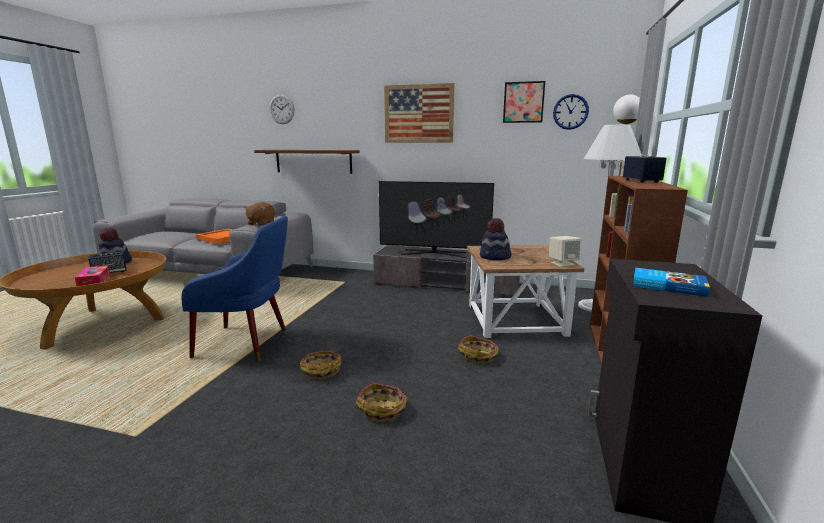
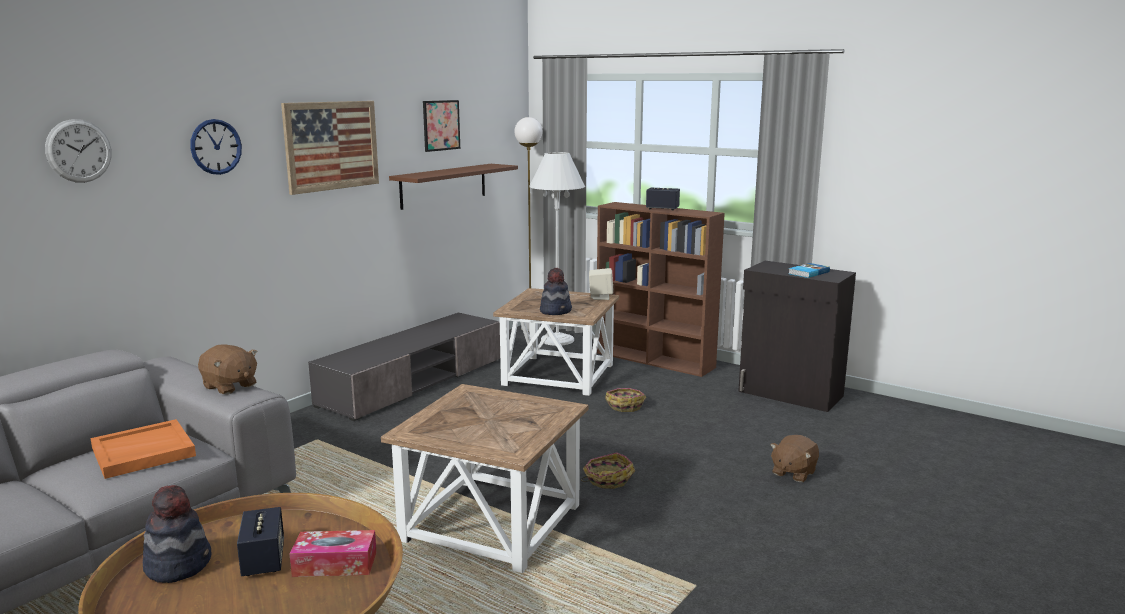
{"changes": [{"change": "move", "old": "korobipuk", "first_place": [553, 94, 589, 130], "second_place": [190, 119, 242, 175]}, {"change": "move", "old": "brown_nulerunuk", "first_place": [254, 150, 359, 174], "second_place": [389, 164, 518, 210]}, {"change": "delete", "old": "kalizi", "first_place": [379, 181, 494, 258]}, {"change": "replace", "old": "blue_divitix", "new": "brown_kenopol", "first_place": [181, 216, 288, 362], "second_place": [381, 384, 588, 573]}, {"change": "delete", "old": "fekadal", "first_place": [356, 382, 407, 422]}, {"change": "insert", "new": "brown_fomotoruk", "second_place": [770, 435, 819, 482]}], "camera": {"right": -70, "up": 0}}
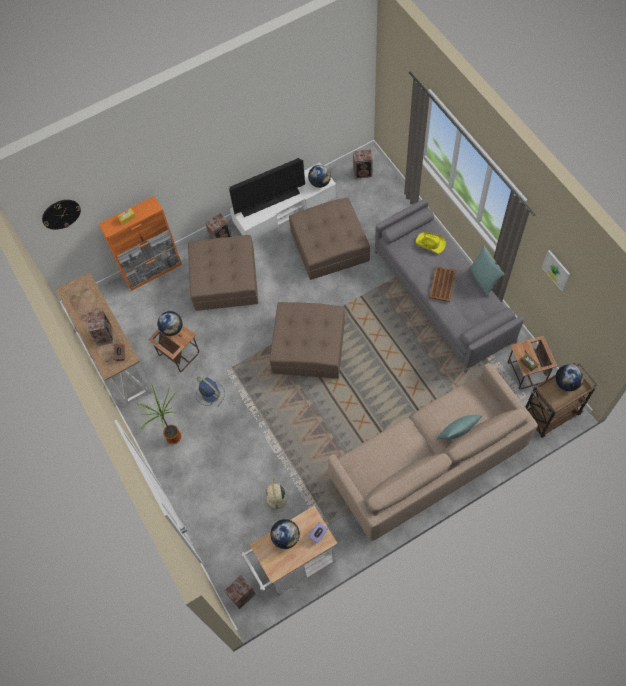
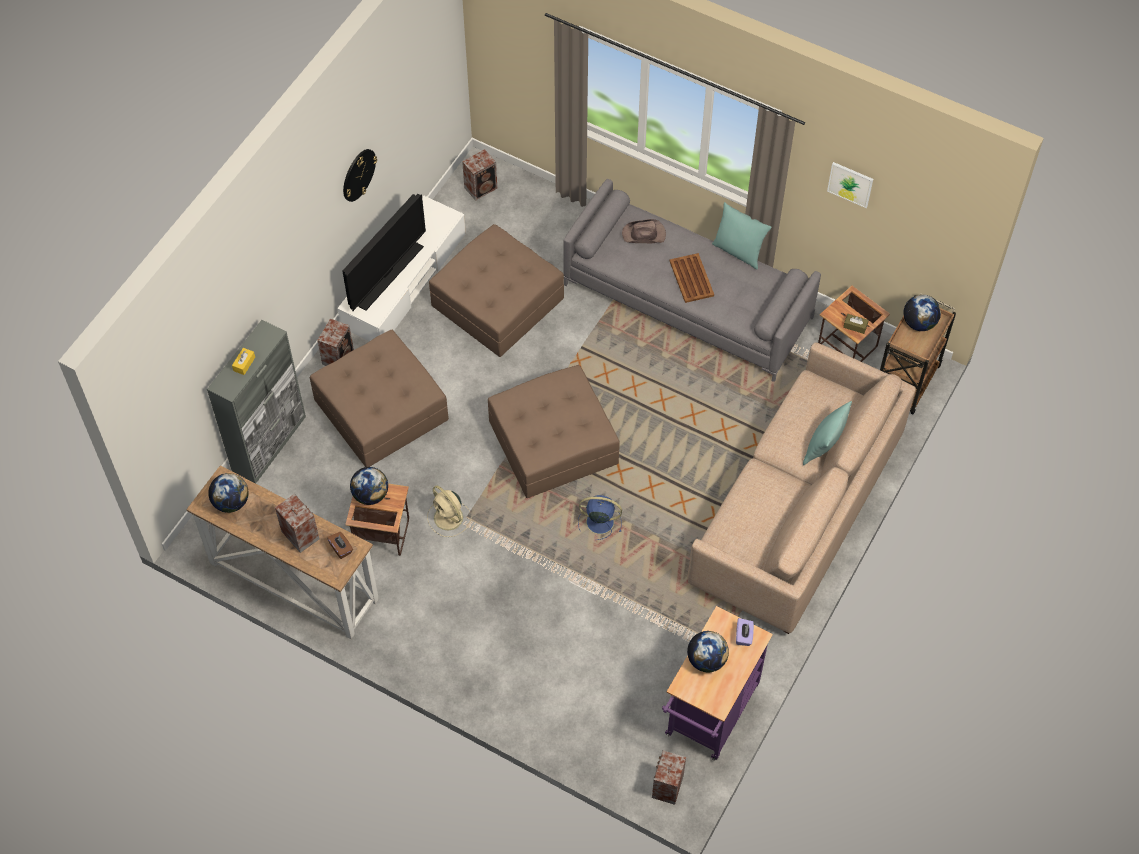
{"changes": [{"change": "move", "old": "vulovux", "first_place": [308, 165, 331, 188], "second_place": [208, 473, 249, 513]}, {"change": "recolor", "old": "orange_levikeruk", "new": "grey_levikeruk", "first_place": [99, 196, 182, 291], "second_place": [207, 320, 306, 483]}, {"change": "move", "old": "korobipuk", "first_place": [42, 200, 81, 230], "second_place": [343, 149, 377, 202]}, {"change": "recolor", "old": "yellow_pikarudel", "new": "brown_pikarudel", "first_place": [416, 232, 446, 253], "second_place": [622, 219, 666, 244]}, {"change": "move", "old": "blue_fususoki", "first_place": [196, 377, 225, 407], "second_place": [578, 495, 622, 540]}, {"change": "delete", "old": "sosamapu", "first_place": [136, 385, 181, 444]}, {"change": "move", "old": "beige_fususoki", "first_place": [262, 478, 292, 514], "second_place": [427, 486, 472, 537]}, {"change": "recolor", "old": "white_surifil", "new": "purple_surifil", "first_place": [241, 506, 338, 596], "second_place": [662, 606, 773, 760]}], "camera": {"right": -35, "up": -5}}
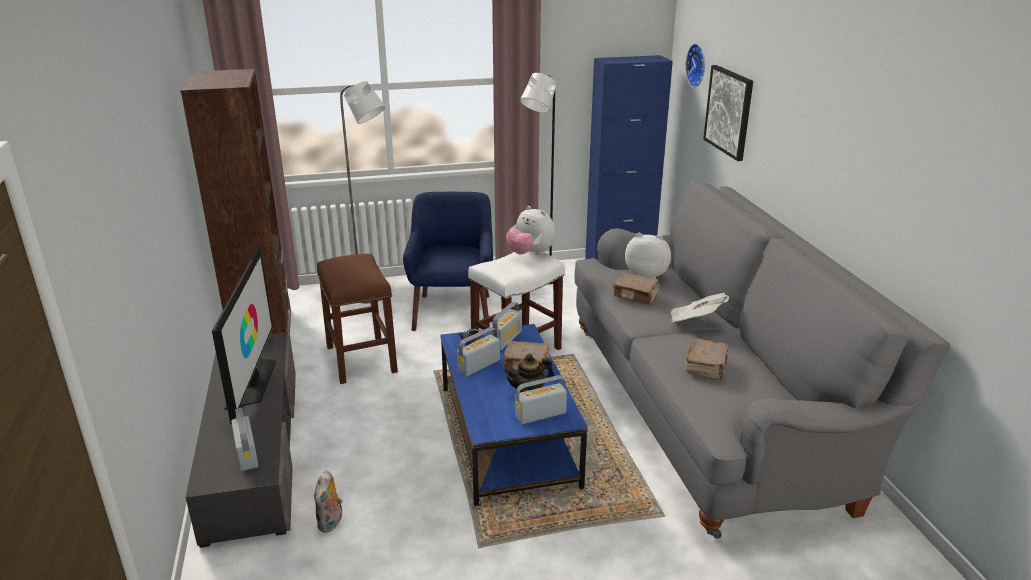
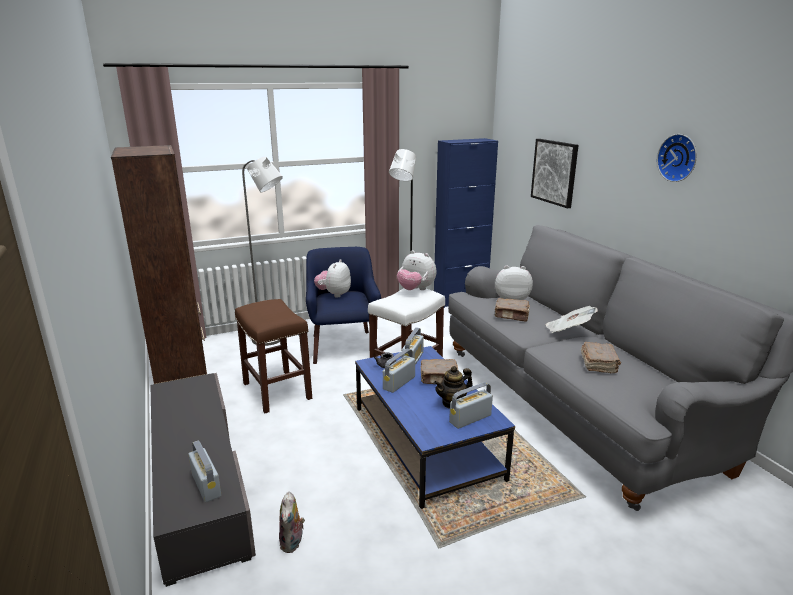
{"changes": [{"change": "move", "old": "korobipuk", "first_place": [685, 43, 705, 88], "second_place": [657, 134, 697, 182]}, {"change": "delete", "old": "kalizi", "first_place": [212, 247, 276, 424]}, {"change": "insert", "new": "fomotoruk", "second_place": [314, 259, 351, 298]}], "camera": {"right": -10, "up": -5}}
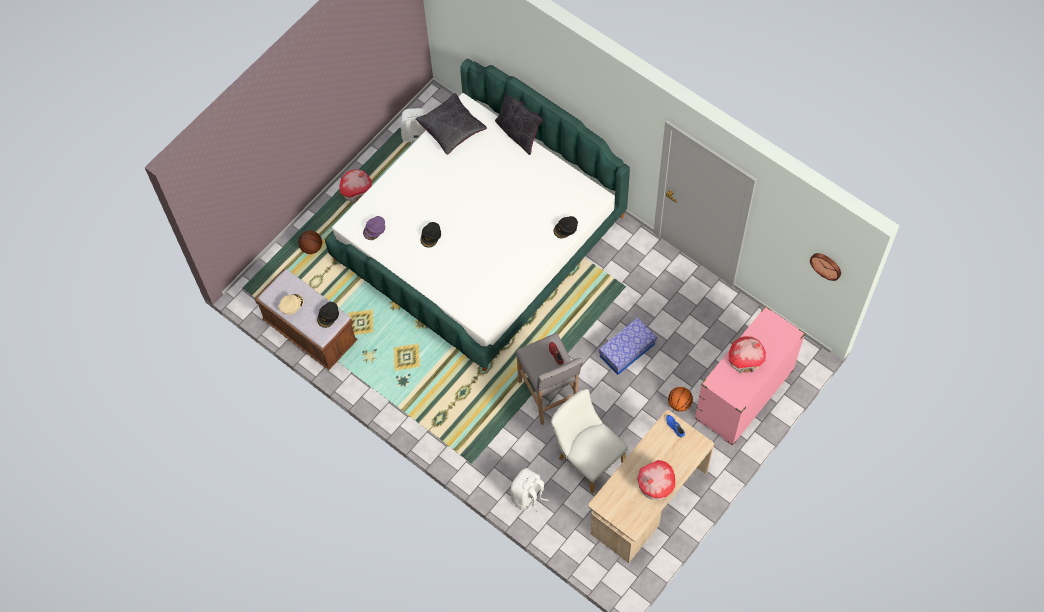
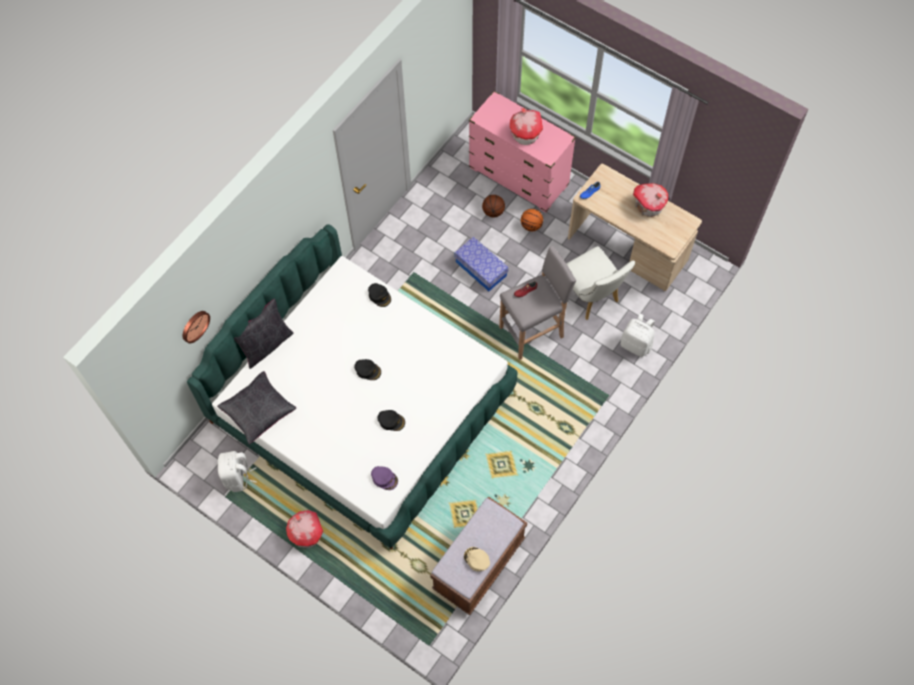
{"changes": [{"change": "move", "old": "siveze", "first_place": [298, 230, 322, 254], "second_place": [482, 195, 505, 217]}, {"change": "move", "old": "korobipuk", "first_place": [810, 253, 841, 281], "second_place": [182, 311, 210, 343]}, {"change": "move", "old": "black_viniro", "first_place": [317, 302, 339, 328], "second_place": [354, 359, 381, 380]}, {"change": "rotate", "old": "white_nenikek", "first_place": [551, 389, 628, 493], "second_place": [566, 246, 635, 320], "degrees": -75}], "camera": {"right": -95, "up": 0}}
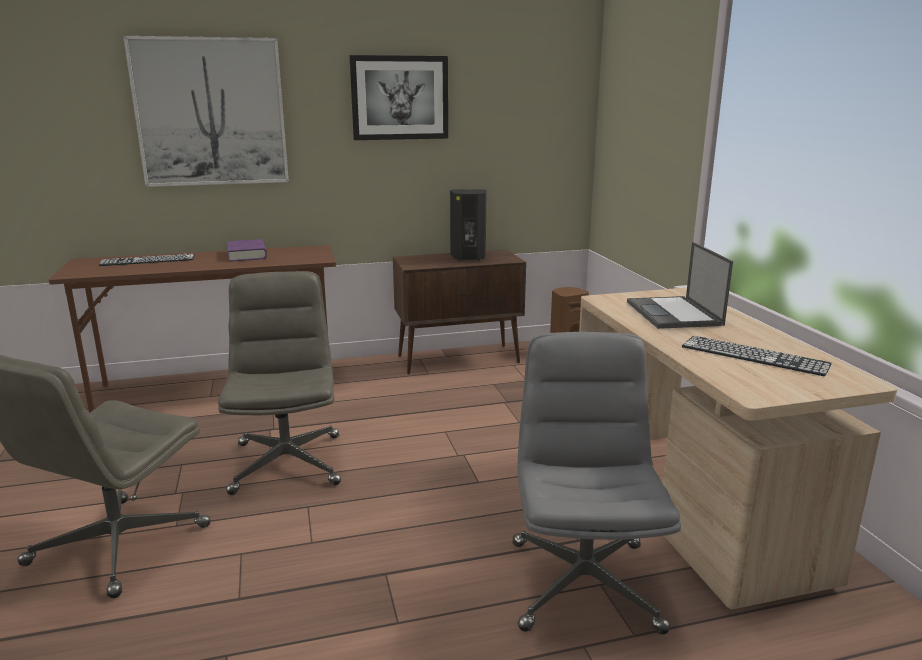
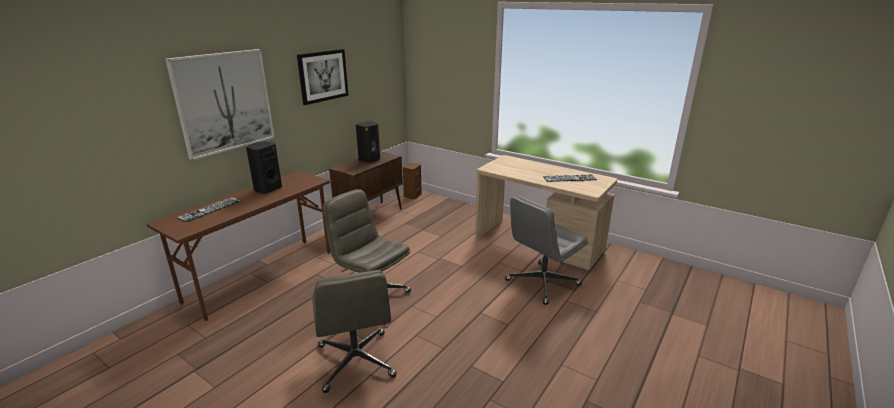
{"changes": [{"change": "replace", "old": "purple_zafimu", "new": "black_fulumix", "first_place": [227, 239, 267, 262], "second_place": [246, 142, 282, 194]}, {"change": "delete", "old": "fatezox", "first_place": [627, 242, 733, 329]}, {"change": "rotate", "old": "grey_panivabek", "first_place": [512, 332, 681, 635], "second_place": [505, 196, 588, 305], "degrees": -90}], "camera": {"right": -40, "up": 5}}
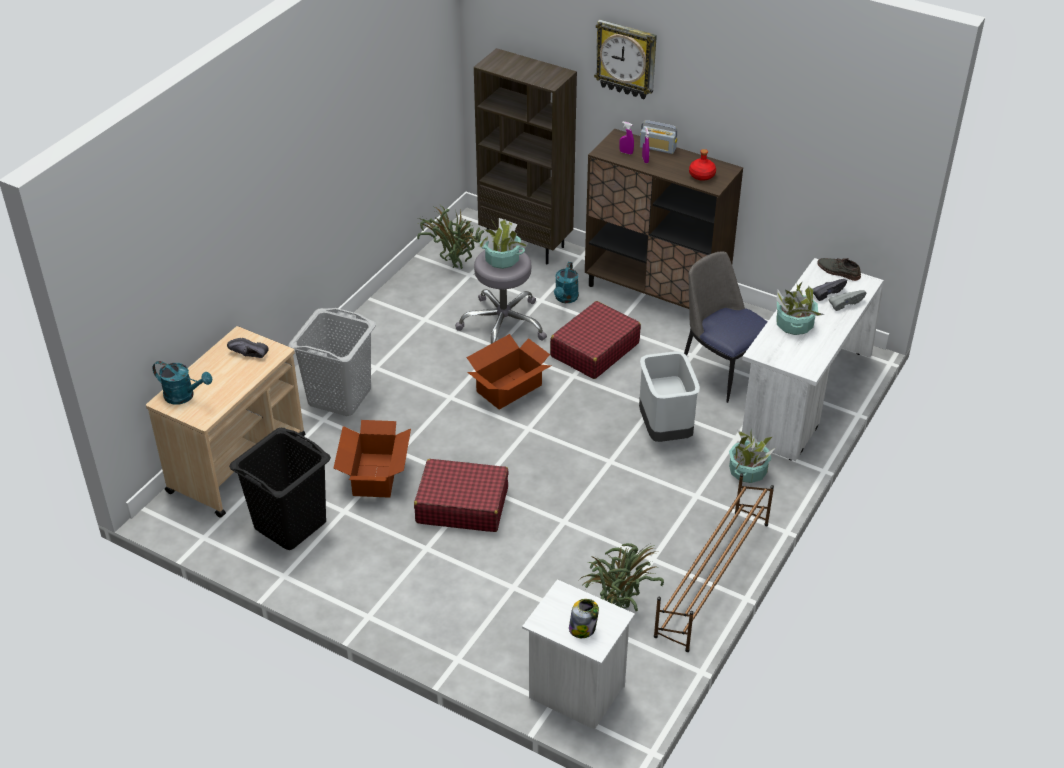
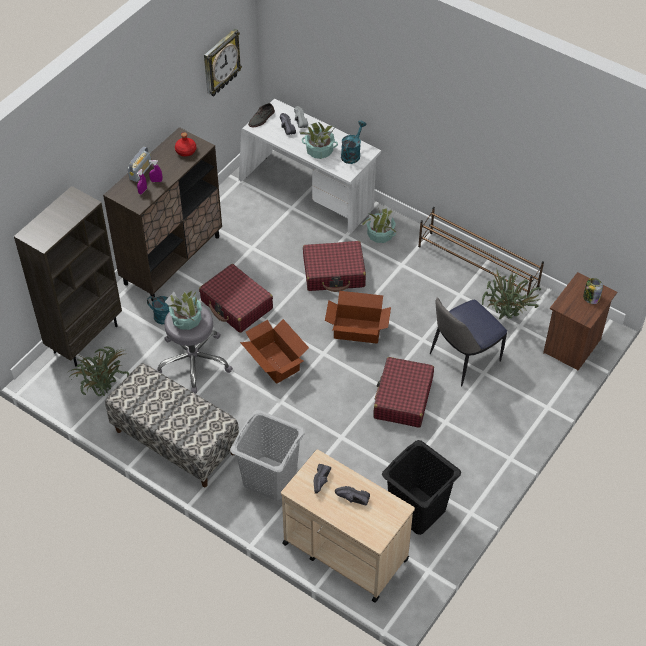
{"changes": [{"change": "move", "old": "korobipuk", "first_place": [594, 20, 657, 99], "second_place": [204, 28, 242, 97]}, {"change": "move", "old": "nenikek", "first_place": [684, 251, 767, 403], "second_place": [430, 297, 507, 387]}, {"change": "replace", "old": "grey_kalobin", "new": "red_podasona", "first_place": [639, 351, 700, 442], "second_place": [303, 241, 366, 292]}, {"change": "move", "old": "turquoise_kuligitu", "first_place": [153, 361, 212, 405], "second_place": [341, 121, 366, 164]}, {"change": "move", "old": "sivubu", "first_place": [334, 420, 411, 498], "second_place": [325, 291, 391, 343]}, {"change": "recolor", "old": "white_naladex", "new": "brown_naladex", "first_place": [522, 579, 635, 730], "second_place": [543, 272, 617, 370]}, {"change": "insert", "new": "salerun", "second_place": [105, 363, 239, 487]}, {"change": "insert", "new": "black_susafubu", "second_place": [335, 486, 370, 505]}], "camera": {"right": -85, "up": 10}}
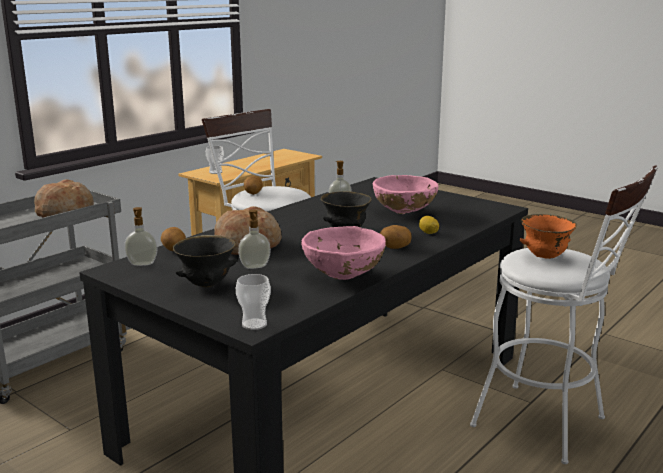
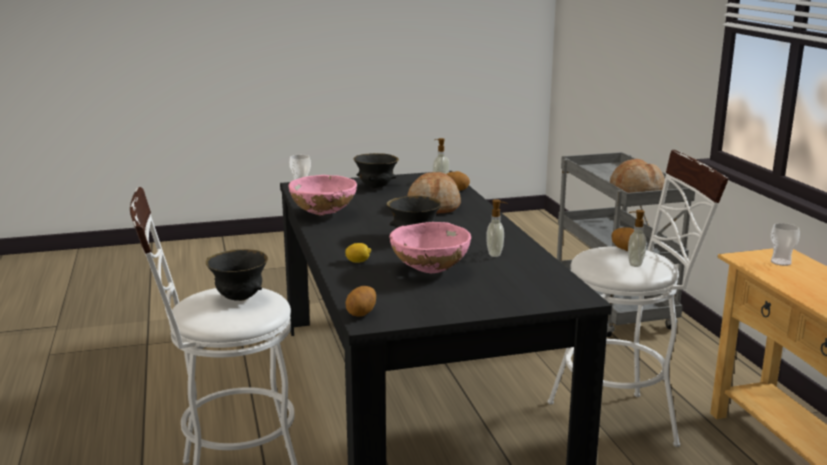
{"changes": [{"change": "move", "old": "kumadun", "first_place": [238, 210, 271, 269], "second_place": [628, 210, 647, 267]}, {"change": "recolor", "old": "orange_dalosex", "new": "black_dalosex", "first_place": [519, 214, 577, 259], "second_place": [206, 249, 268, 301]}, {"change": "move", "old": "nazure", "first_place": [380, 225, 412, 249], "second_place": [346, 286, 376, 317]}], "camera": {"right": 125, "up": 0}}
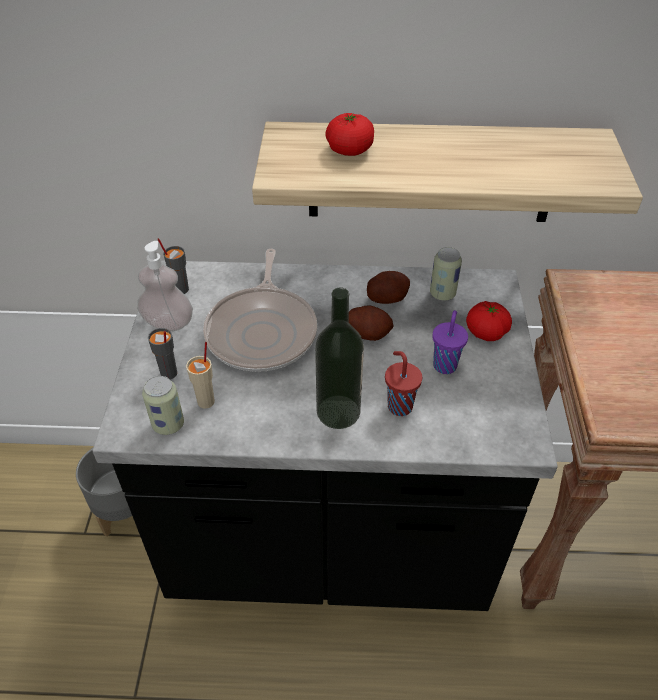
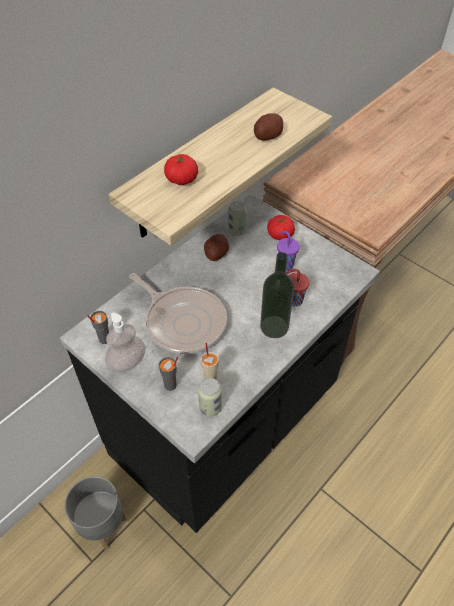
{"changes": [{"change": "move", "old": "nazure", "first_place": [349, 305, 393, 341], "second_place": [254, 113, 283, 141]}], "camera": {"right": -50, "up": 5}}
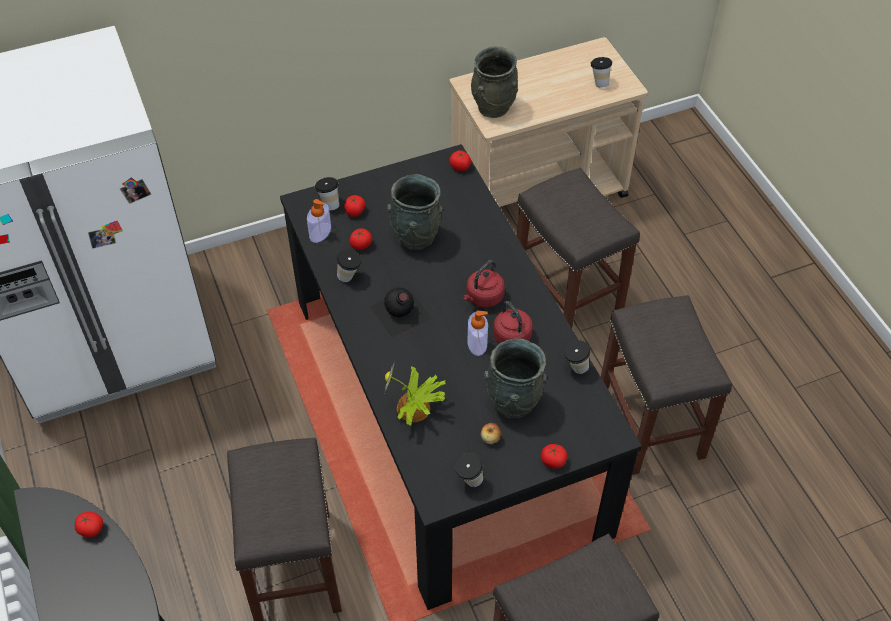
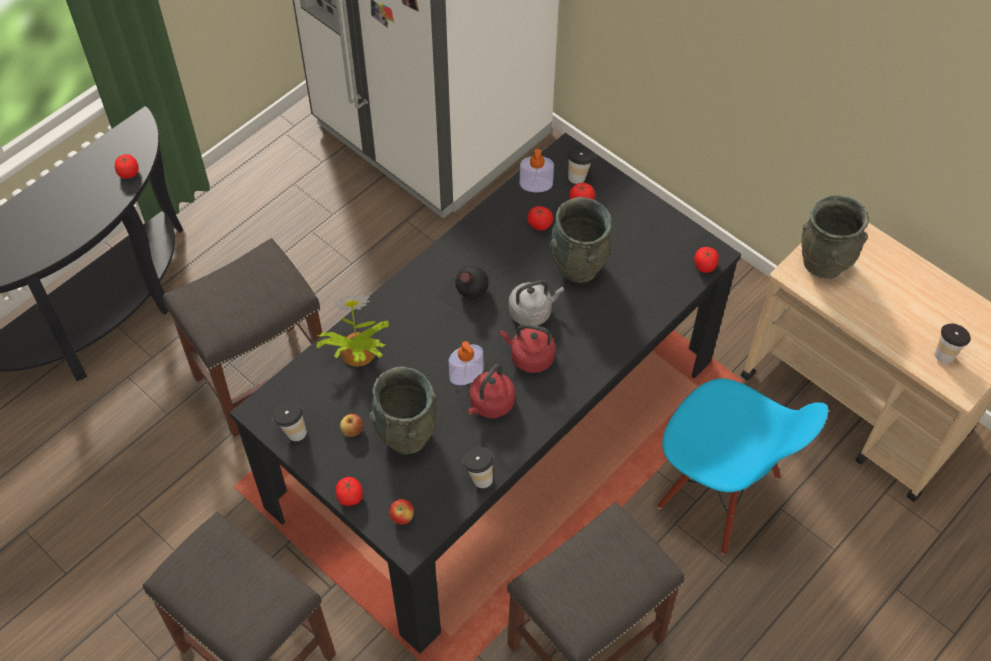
{"changes": [{"change": "replace", "old": "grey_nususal", "new": "blue_nenikek", "first_place": [517, 168, 640, 328], "second_place": [657, 378, 828, 555]}, {"change": "delete", "old": "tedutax", "first_place": [337, 249, 362, 282]}, {"change": "insert", "new": "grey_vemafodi", "second_place": [509, 280, 564, 326]}, {"change": "insert", "new": "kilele", "second_place": [389, 499, 414, 524]}], "camera": {"right": 65, "up": 5}}
